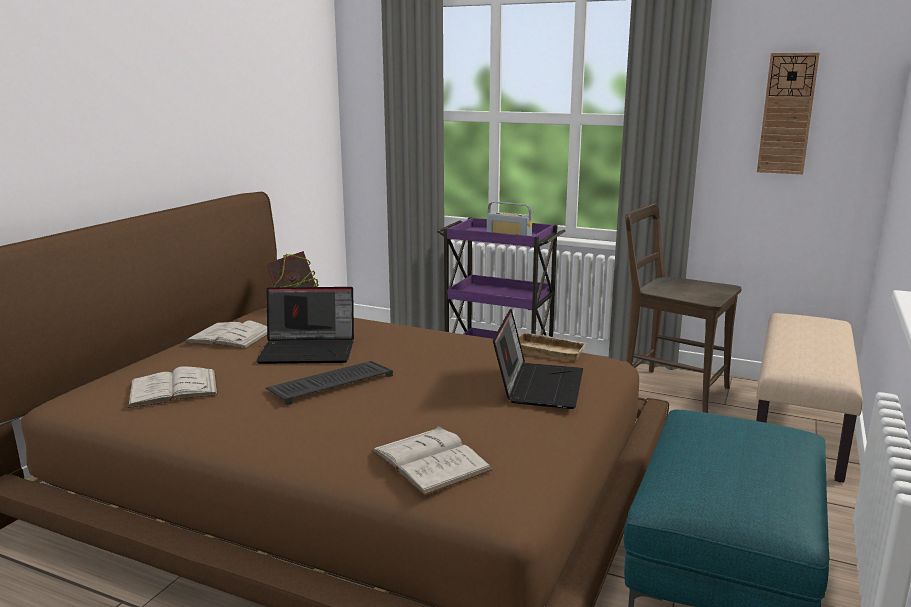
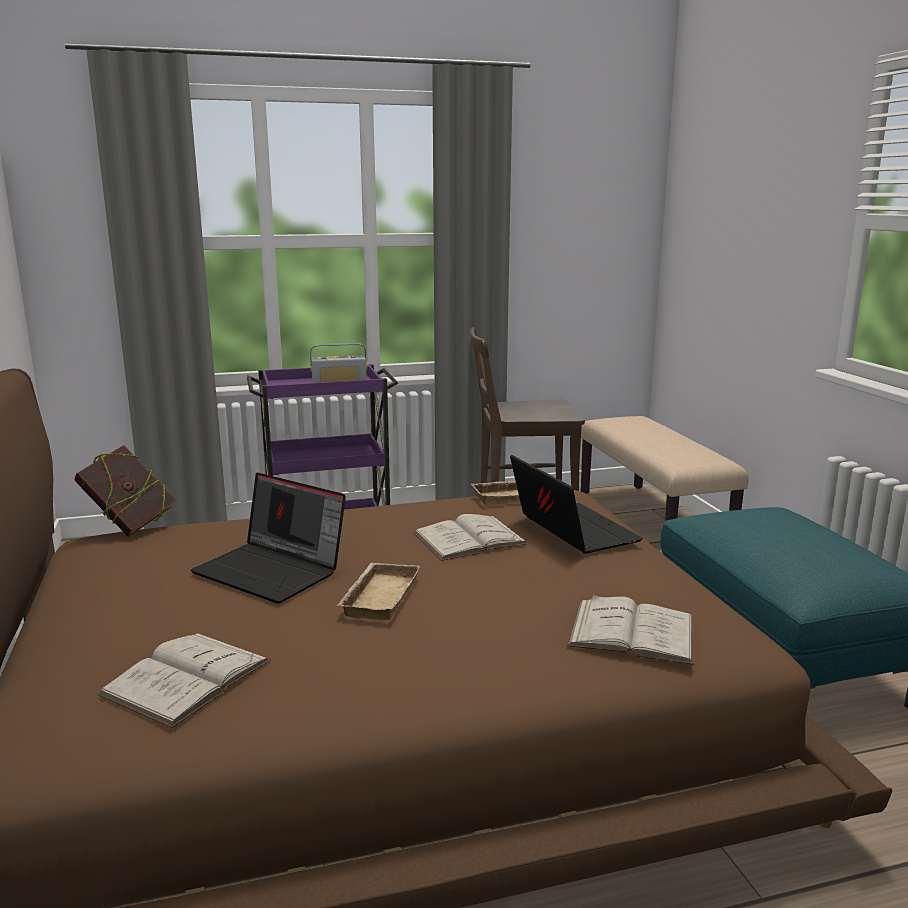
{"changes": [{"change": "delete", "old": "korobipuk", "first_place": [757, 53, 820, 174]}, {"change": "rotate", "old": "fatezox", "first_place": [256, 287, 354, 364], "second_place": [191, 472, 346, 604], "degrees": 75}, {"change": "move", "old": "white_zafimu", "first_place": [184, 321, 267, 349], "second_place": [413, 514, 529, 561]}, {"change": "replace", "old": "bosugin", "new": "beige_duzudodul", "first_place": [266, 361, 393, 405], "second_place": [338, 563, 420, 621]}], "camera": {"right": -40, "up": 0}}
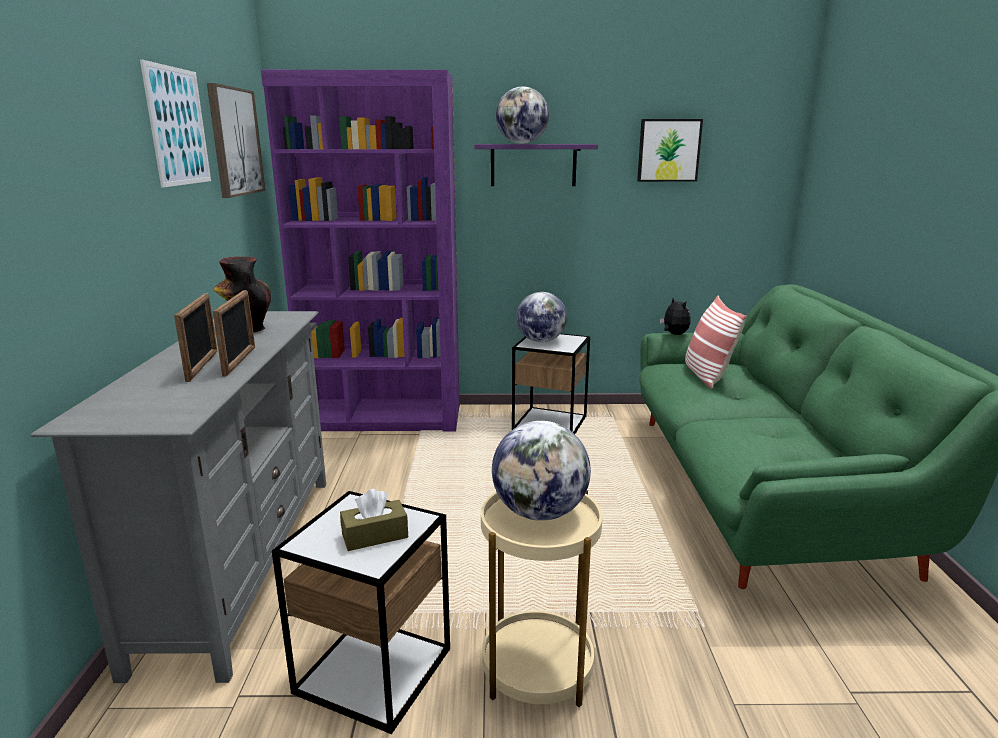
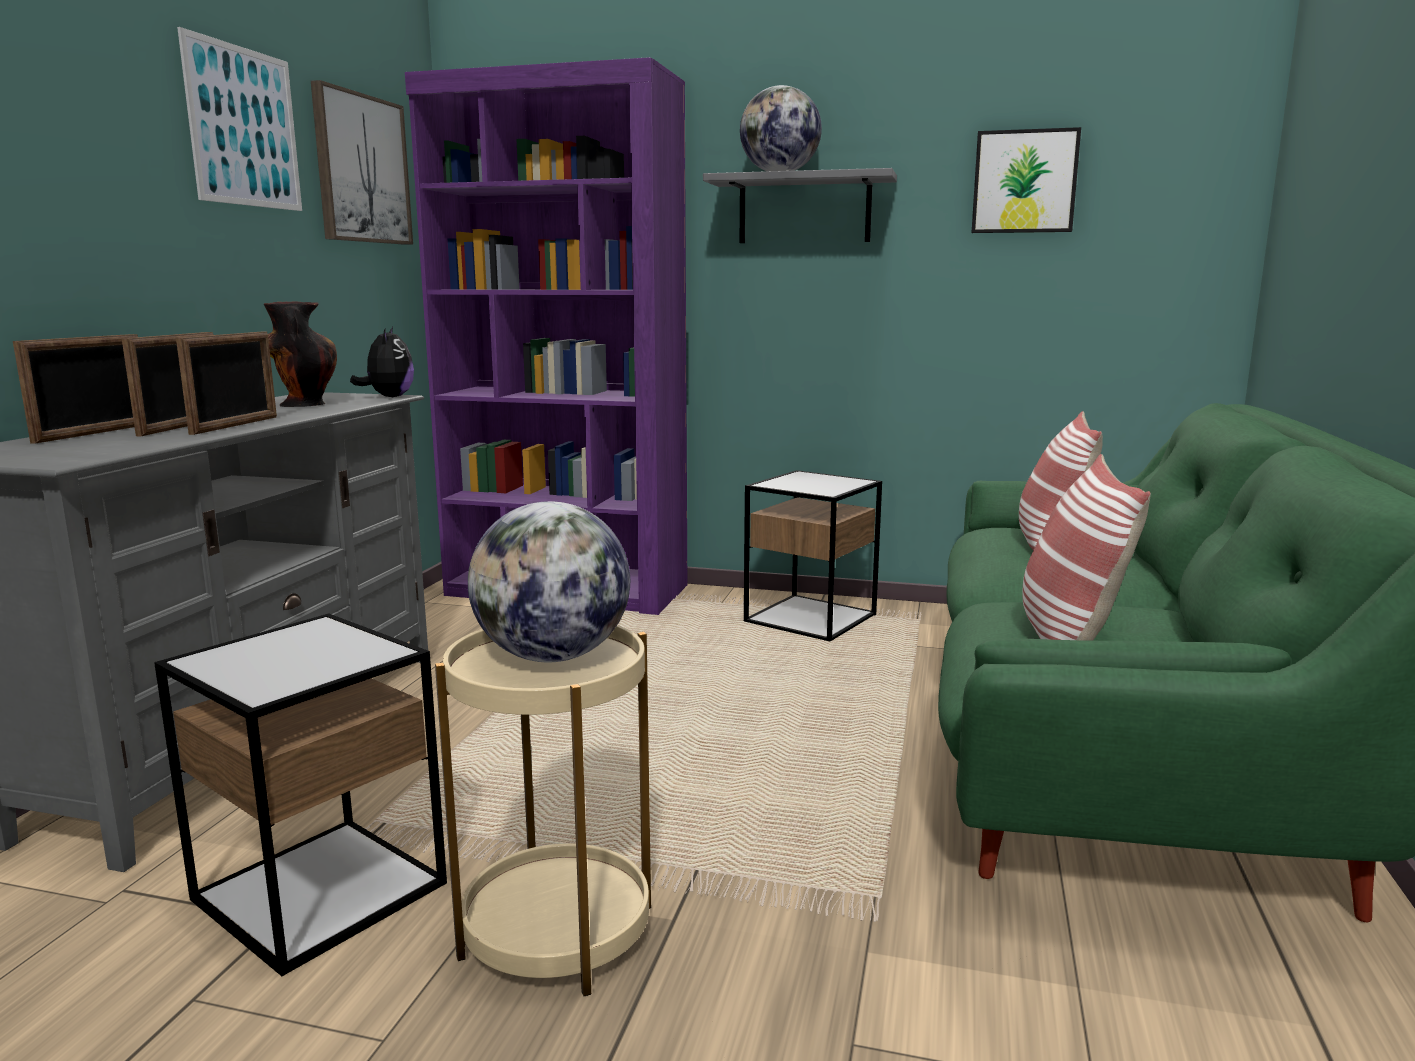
{"changes": [{"change": "recolor", "old": "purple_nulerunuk", "new": "grey_nulerunuk", "first_place": [474, 144, 598, 186], "second_place": [703, 168, 897, 243]}, {"change": "delete", "old": "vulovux", "first_place": [516, 292, 567, 343]}, {"change": "move", "old": "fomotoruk", "first_place": [660, 297, 691, 335], "second_place": [350, 327, 414, 397]}, {"change": "delete", "old": "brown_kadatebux", "first_place": [340, 489, 408, 551]}, {"change": "insert", "new": "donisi", "second_place": [13, 334, 138, 444]}, {"change": "insert", "new": "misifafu", "second_place": [1023, 454, 1151, 641]}], "camera": {"right": 15, "up": -5}}
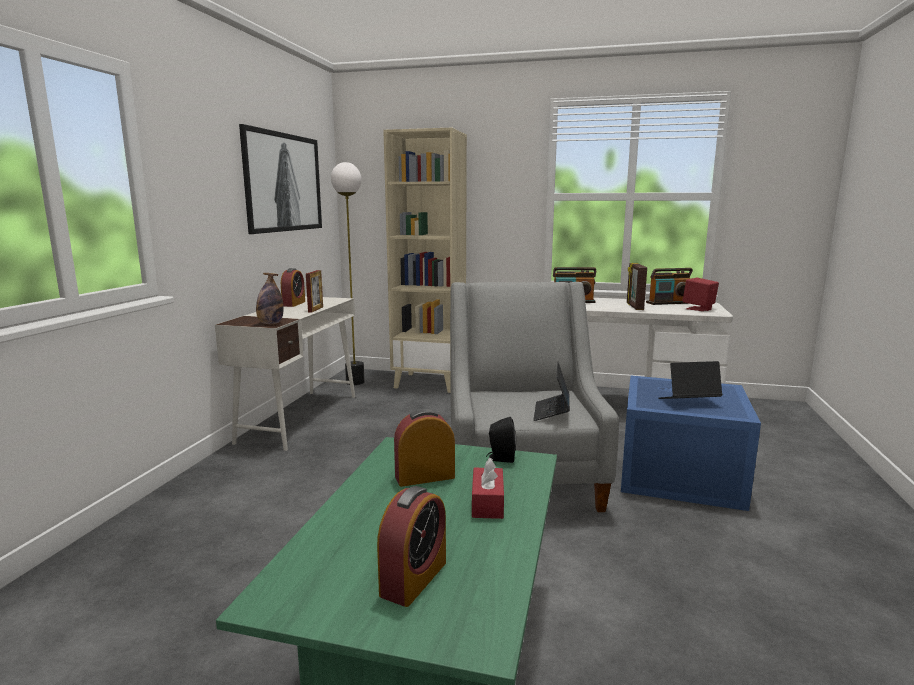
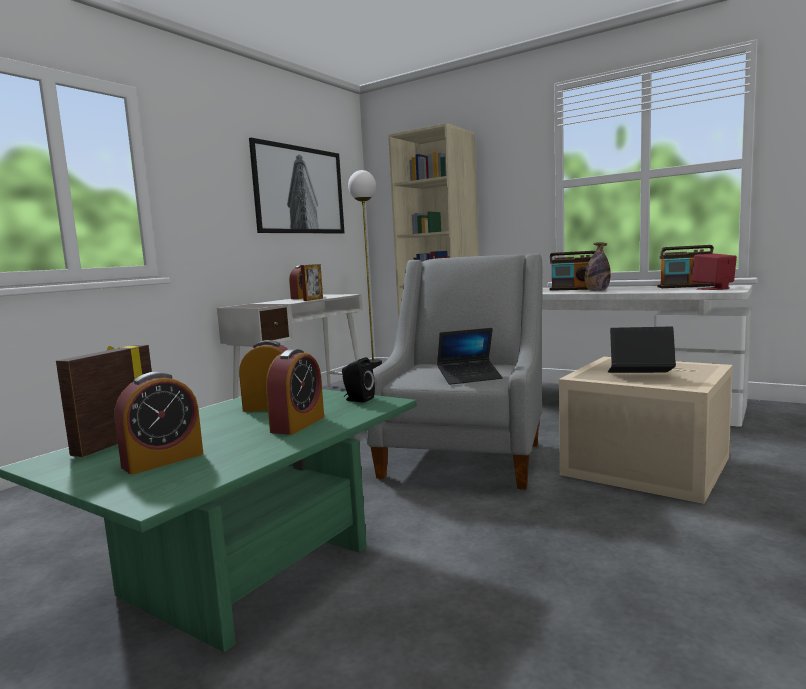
{"changes": [{"change": "move", "old": "donisi", "first_place": [627, 263, 647, 310], "second_place": [56, 345, 152, 457]}, {"change": "move", "old": "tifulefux", "first_place": [256, 273, 284, 324], "second_place": [585, 242, 611, 291]}, {"change": "rotate", "old": "fatezox", "first_place": [533, 362, 570, 421], "second_place": [437, 328, 503, 385], "degrees": -135}, {"change": "recolor", "old": "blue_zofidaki", "new": "beige_zofidaki", "first_place": [621, 376, 761, 511], "second_place": [559, 357, 733, 504]}, {"change": "replace", "old": "red_kadatebux", "new": "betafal", "first_place": [472, 457, 504, 519], "second_place": [266, 349, 324, 435]}], "camera": {"right": 20, "up": -5}}
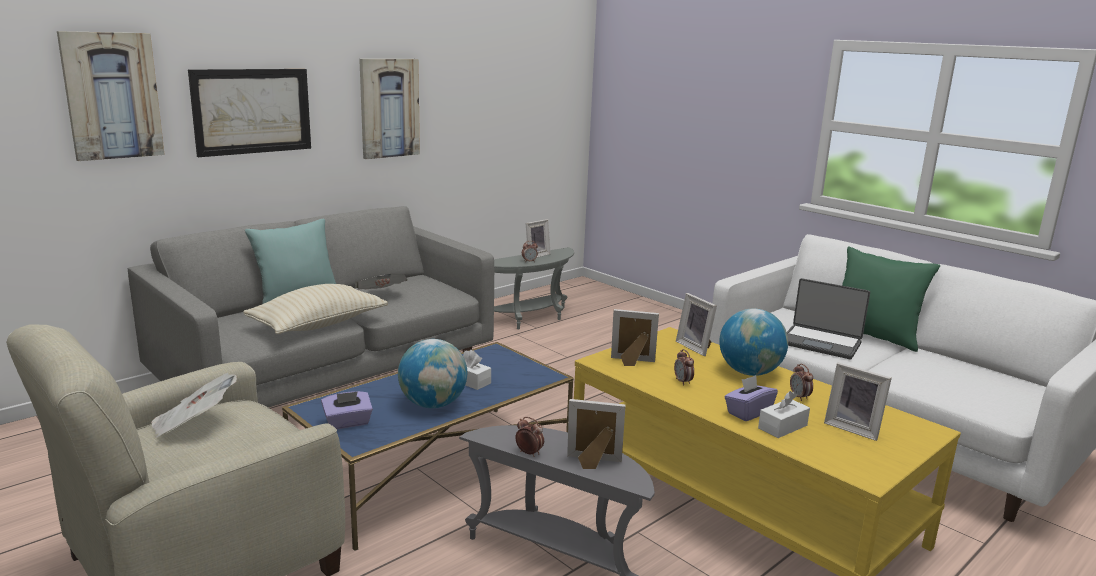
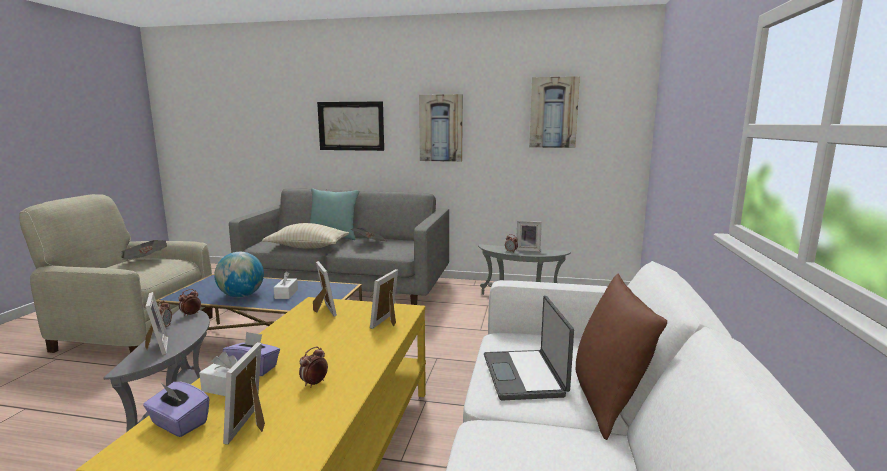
{"changes": [{"change": "move", "old": "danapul", "first_place": [57, 31, 165, 161], "second_place": [529, 76, 580, 148]}, {"change": "recolor", "old": "green_misifafu", "new": "brown_misifafu", "first_place": [842, 246, 940, 352], "second_place": [576, 273, 667, 440]}, {"change": "delete", "old": "vulovux", "first_place": [719, 309, 788, 376]}, {"change": "move", "old": "betafal", "first_place": [674, 349, 694, 386], "second_place": [178, 289, 201, 316]}, {"change": "move", "old": "purple_kadatebux", "first_place": [321, 391, 373, 429], "second_place": [143, 382, 210, 437]}], "camera": {"right": 55, "up": -5}}
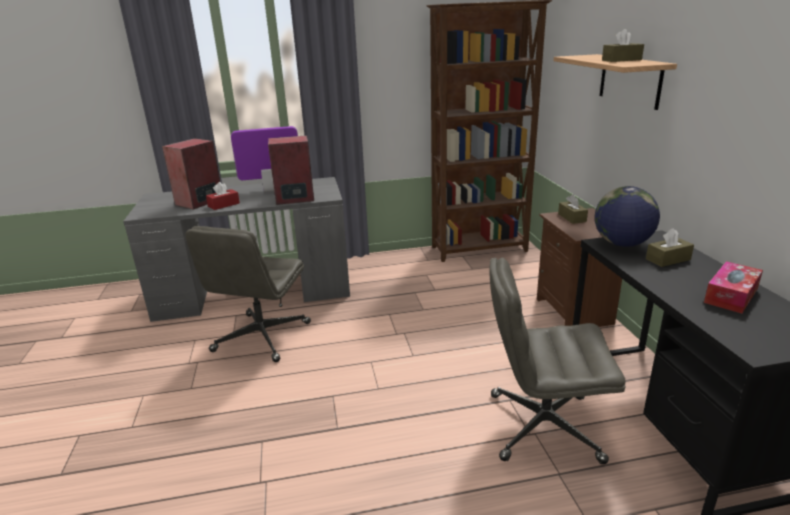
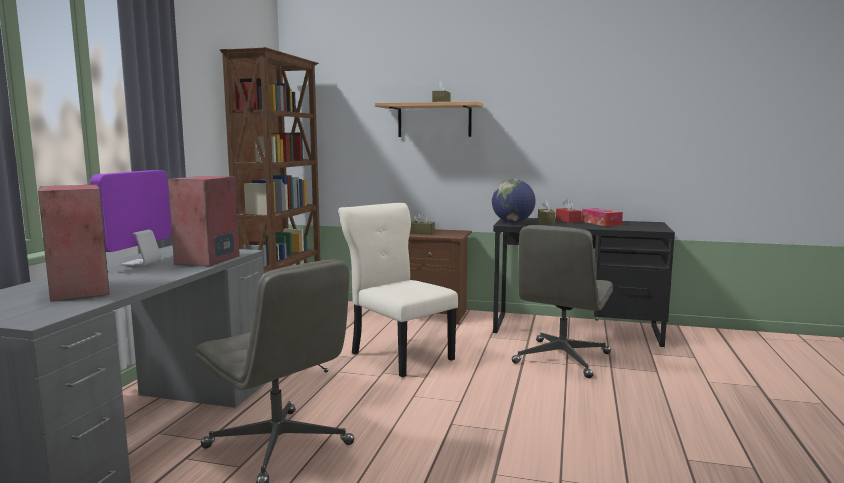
{"changes": [{"change": "move", "old": "red_kadatebux", "first_place": [206, 182, 240, 210], "second_place": [556, 199, 582, 223]}, {"change": "insert", "new": "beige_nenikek", "second_place": [339, 203, 458, 377]}], "camera": {"right": -65, "up": -15}}
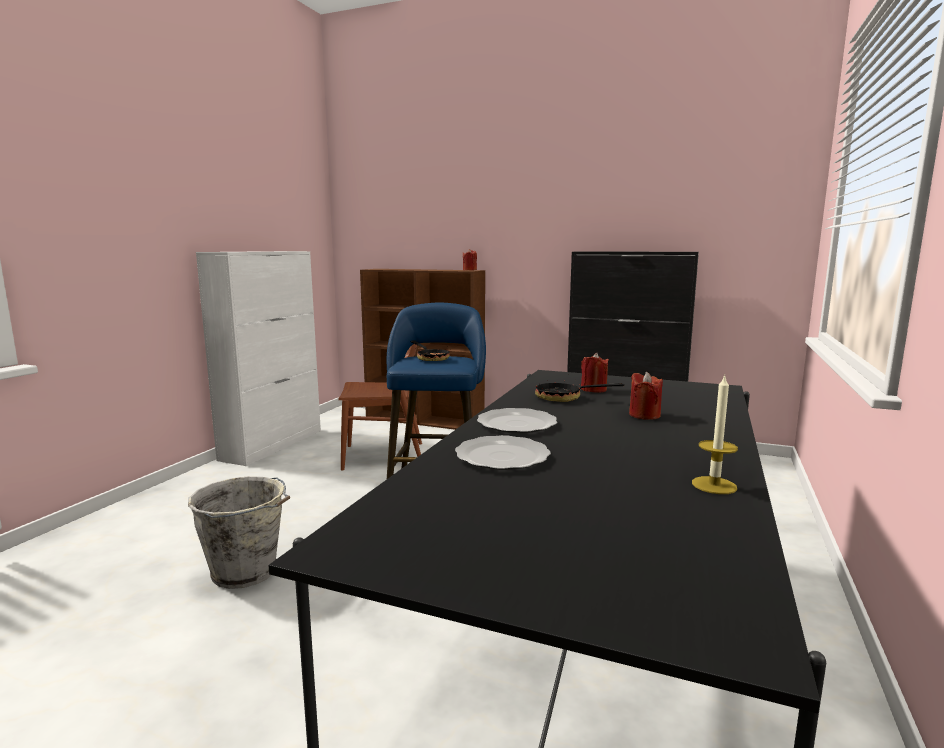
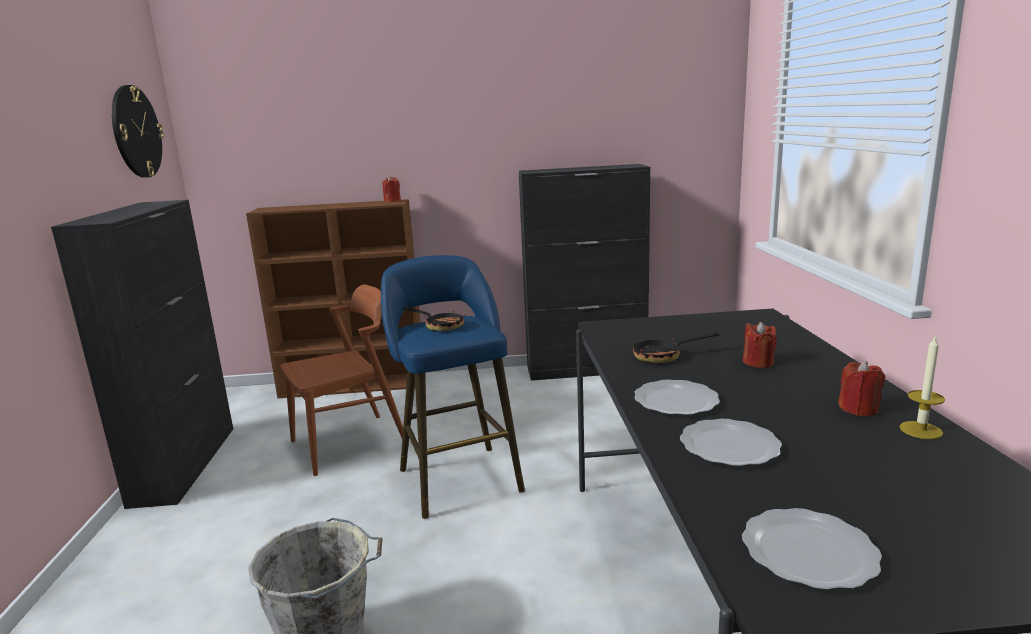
{"changes": [{"change": "recolor", "old": "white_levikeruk", "new": "black_levikeruk", "first_place": [196, 251, 321, 466], "second_place": [51, 200, 233, 509]}, {"change": "move", "old": "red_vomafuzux", "first_place": [581, 353, 609, 392], "second_place": [838, 361, 885, 416]}, {"change": "insert", "new": "korobipuk", "second_place": [112, 85, 164, 178]}, {"change": "insert", "new": "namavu", "second_place": [742, 508, 882, 590]}], "camera": {"right": -25, "up": 5}}
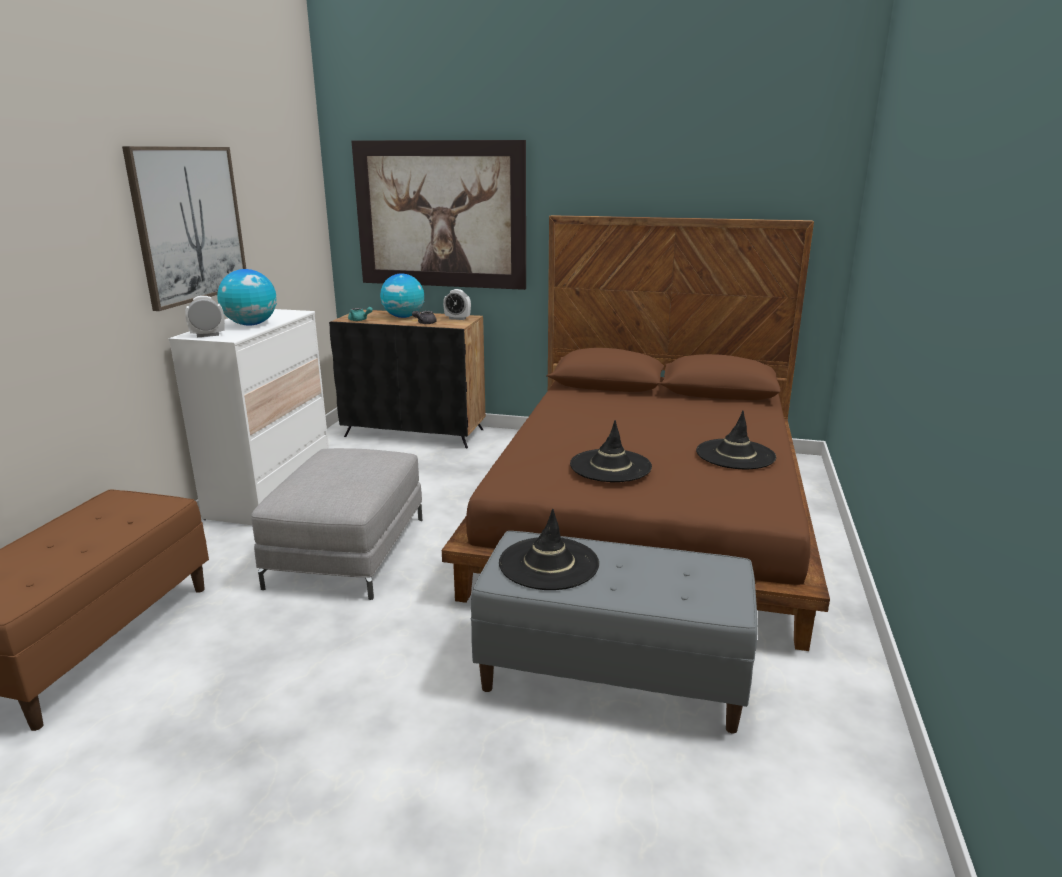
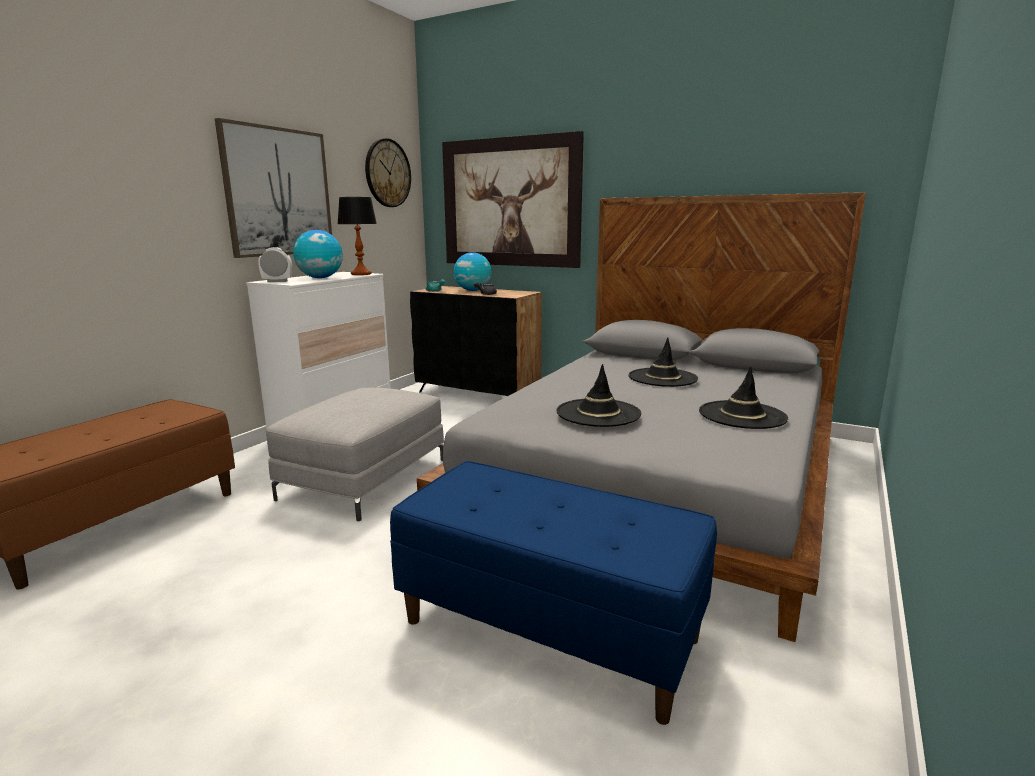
{"changes": [{"change": "recolor", "old": "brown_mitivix", "new": "grey_mitivix", "first_place": [442, 215, 830, 651], "second_place": [417, 192, 866, 642]}, {"change": "delete", "old": "betafal", "first_place": [443, 289, 471, 320]}, {"change": "move", "old": "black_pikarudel", "first_place": [499, 509, 599, 590], "second_place": [628, 337, 698, 387]}, {"change": "recolor", "old": "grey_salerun", "new": "blue_salerun", "first_place": [471, 531, 758, 734], "second_place": [390, 461, 717, 725]}, {"change": "insert", "new": "korobipuk", "second_place": [365, 138, 411, 207]}, {"change": "insert", "new": "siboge", "second_place": [338, 197, 377, 275]}], "camera": {"right": 15, "up": -5}}
